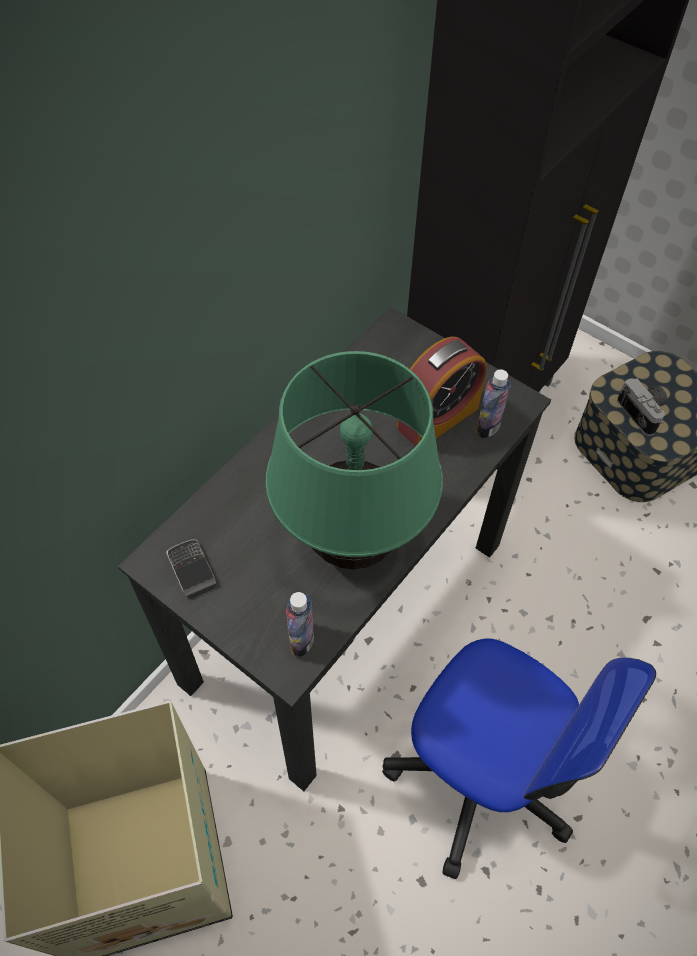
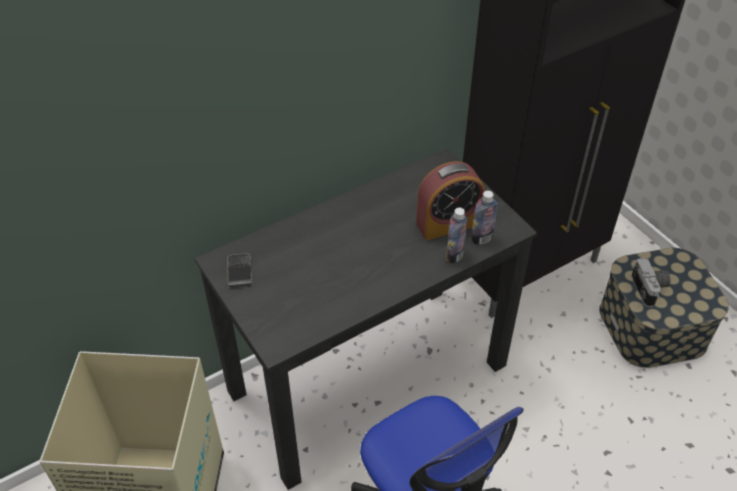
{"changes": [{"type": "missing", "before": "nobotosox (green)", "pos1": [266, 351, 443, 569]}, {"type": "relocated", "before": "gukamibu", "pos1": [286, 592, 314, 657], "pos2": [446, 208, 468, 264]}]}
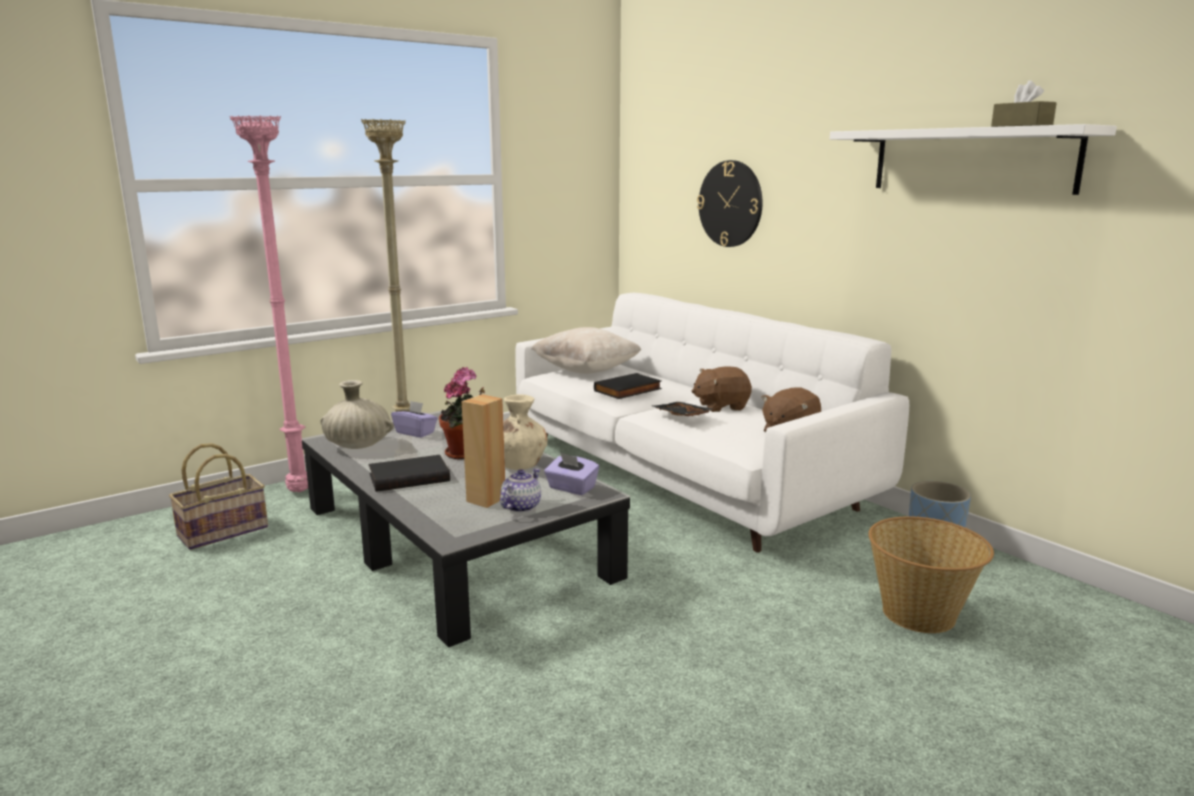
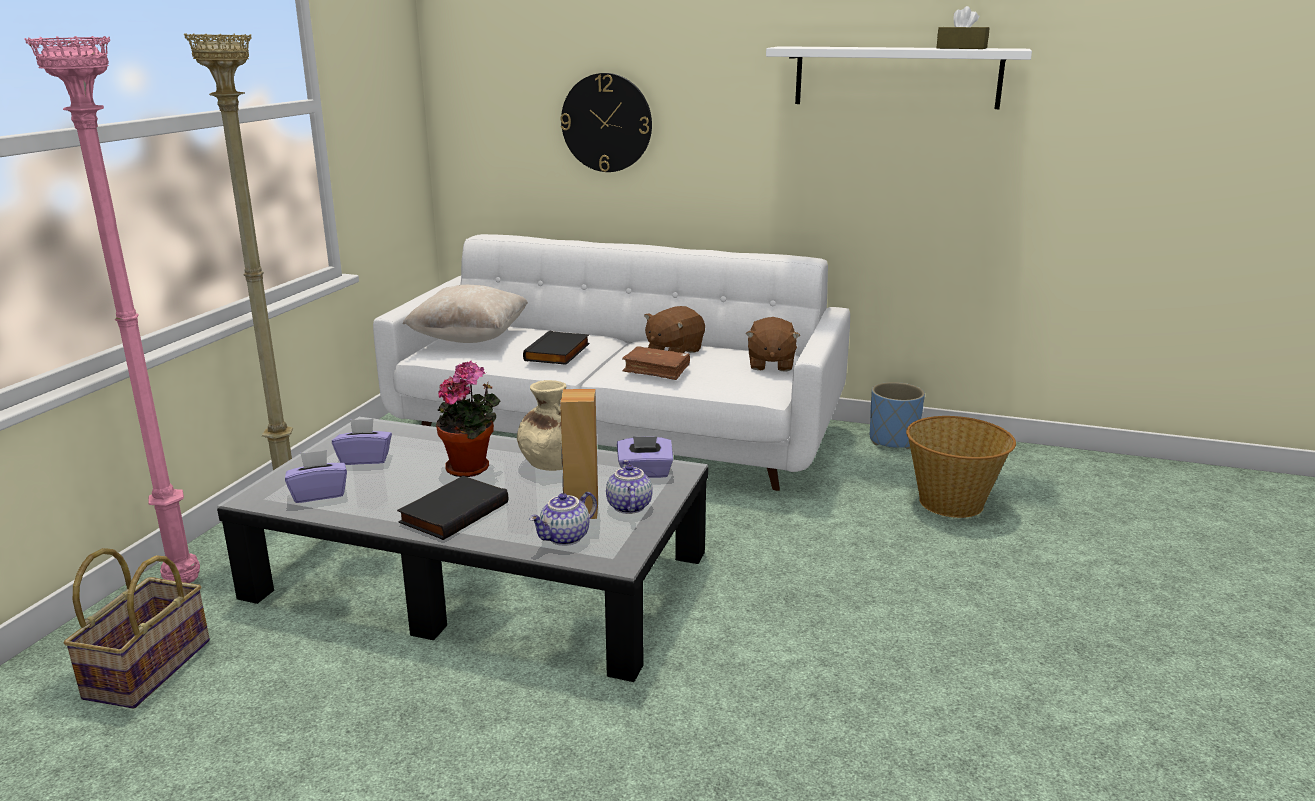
{"changes": [{"type": "exchanged", "before": "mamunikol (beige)", "after": "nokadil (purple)", "pos1": [321, 380, 394, 449], "pos2": [285, 450, 347, 503]}, {"type": "exchanged", "before": "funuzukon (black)", "after": "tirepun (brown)", "pos1": [653, 402, 713, 416], "pos2": [622, 346, 690, 380]}, {"type": "appeared", "after": "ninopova", "pos2": [529, 492, 597, 546]}]}
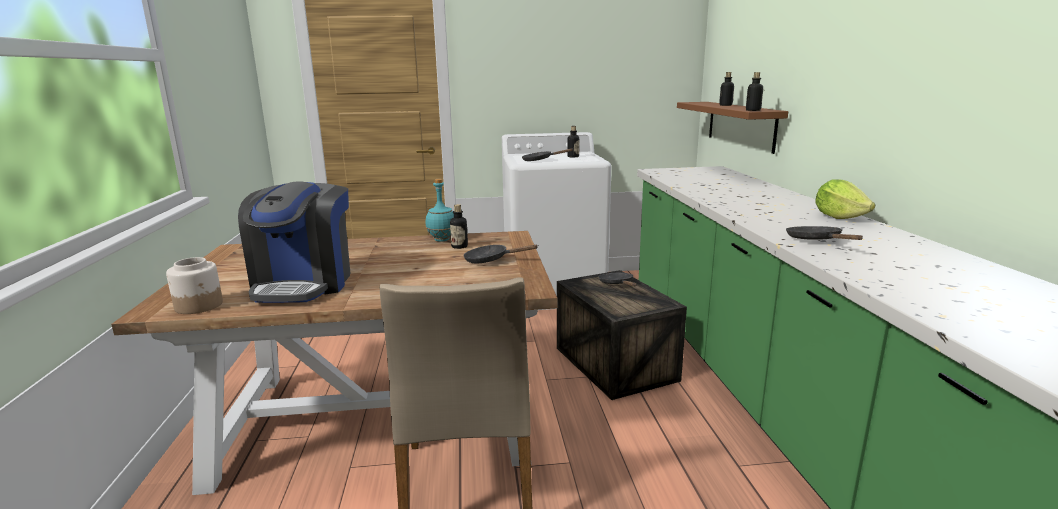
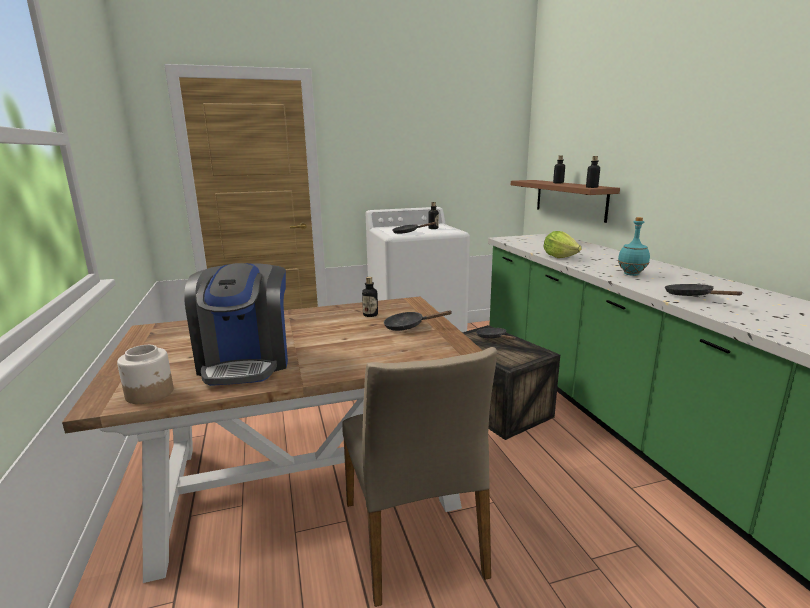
{"changes": [{"type": "relocated", "before": "gukamibu (turquoise)", "pos1": [426, 179, 454, 242], "pos2": [618, 217, 650, 276]}, {"type": "relocated", "before": "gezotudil", "pos1": [815, 179, 875, 219], "pos2": [544, 231, 582, 258]}]}
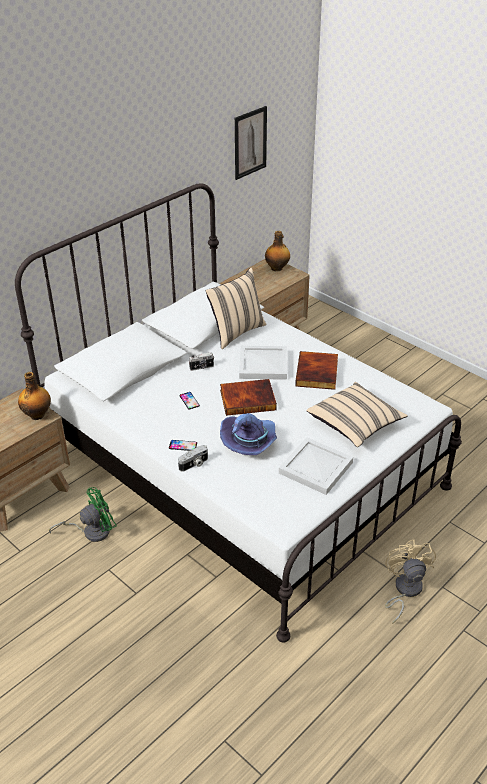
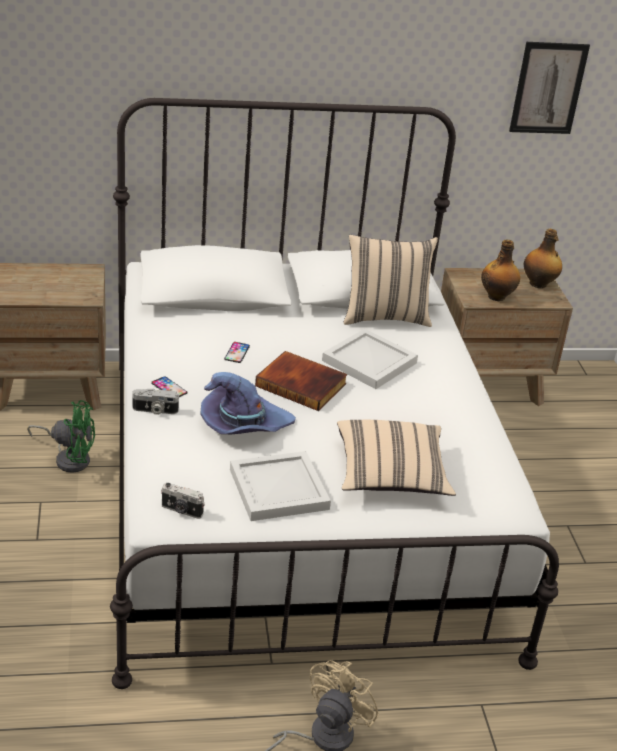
{"changes": [{"type": "missing", "before": "tirepun", "pos1": [295, 351, 338, 390]}, {"type": "relocated", "before": "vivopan", "pos1": [188, 352, 214, 371], "pos2": [161, 483, 205, 519]}, {"type": "relocated", "before": "gukamibu", "pos1": [18, 372, 51, 420], "pos2": [481, 239, 520, 301]}]}
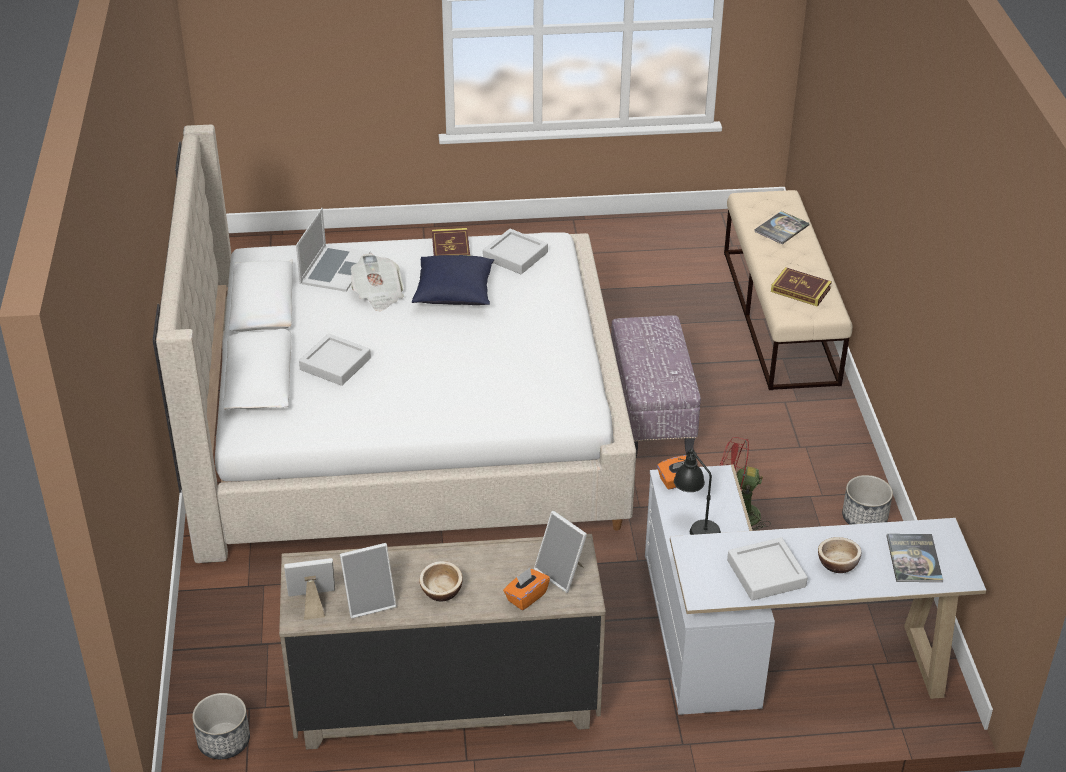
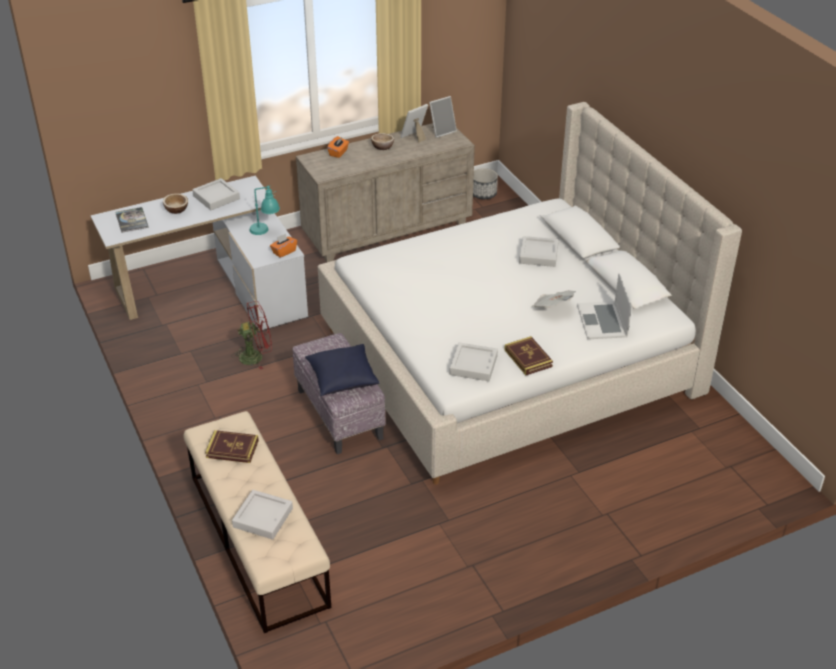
{"changes": [{"type": "exchanged", "before": "tirepun", "after": "funuzukon (grey)", "pos1": [754, 211, 810, 244], "pos2": [232, 490, 293, 540]}, {"type": "relocated", "before": "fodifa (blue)", "pos1": [412, 255, 494, 305], "pos2": [305, 344, 380, 396]}, {"type": "colour", "before": "nobotosox (black)", "after": "nobotosox (turquoise)", "pos1": [674, 449, 721, 535], "pos2": [249, 185, 280, 235]}, {"type": "missing", "before": "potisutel", "pos1": [842, 475, 893, 525]}, {"type": "missing", "before": "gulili", "pos1": [534, 511, 587, 593]}]}
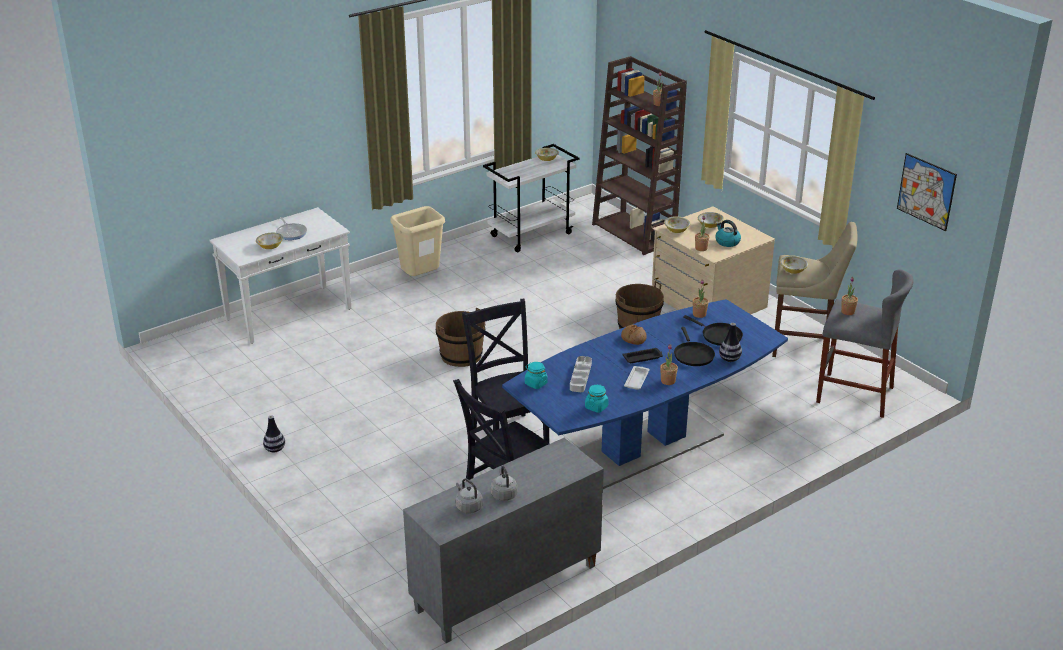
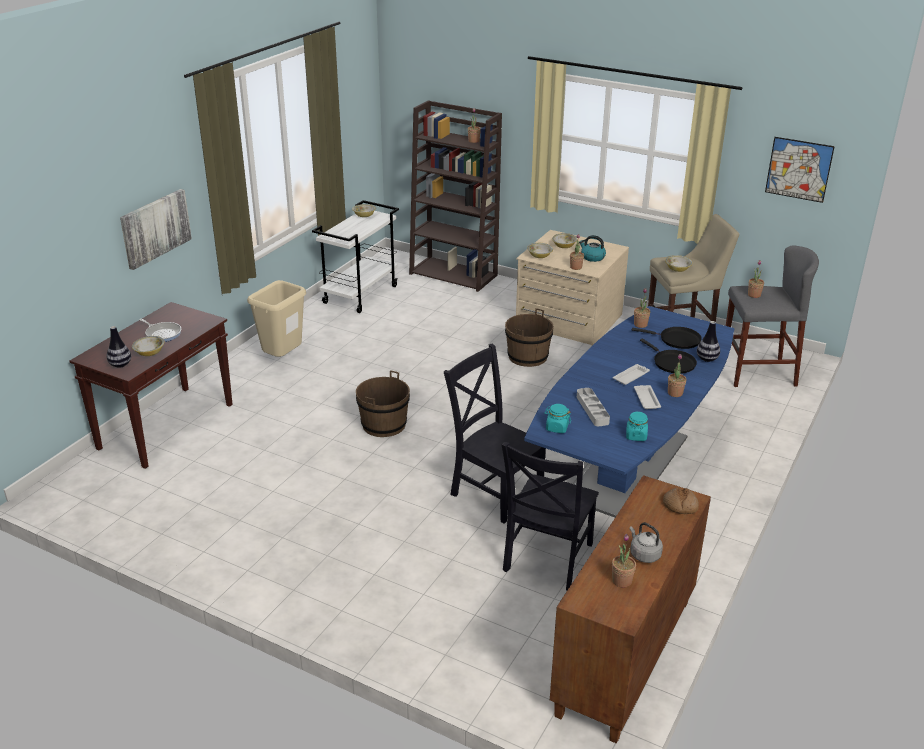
{"changes": [{"type": "colour", "before": "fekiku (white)", "after": "fekiku (brown)", "pos1": [209, 207, 351, 344], "pos2": [69, 302, 233, 469]}, {"type": "relocated", "before": "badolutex", "pos1": [621, 324, 647, 345], "pos2": [663, 488, 699, 514]}, {"type": "colour", "before": "funuzukon (black)", "after": "funuzukon (white)", "pos1": [622, 348, 663, 363], "pos2": [613, 364, 650, 385]}, {"type": "relocated", "before": "mamunikol", "pos1": [263, 415, 285, 452], "pos2": [107, 326, 131, 368]}, {"type": "colour", "before": "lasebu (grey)", "after": "lasebu (brown)", "pos1": [403, 438, 604, 643], "pos2": [550, 475, 711, 744]}, {"type": "exchanged", "before": "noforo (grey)", "after": "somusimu", "pos1": [455, 478, 483, 514], "pos2": [612, 534, 636, 588]}, {"type": "appeared", "after": "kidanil", "pos2": [120, 189, 192, 270]}]}
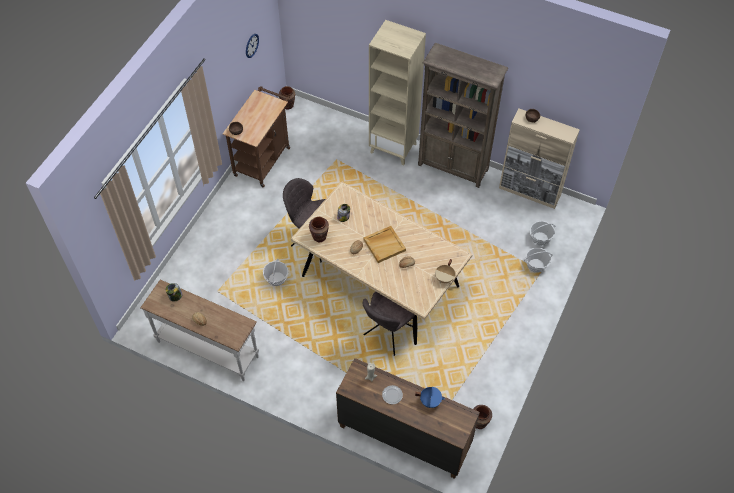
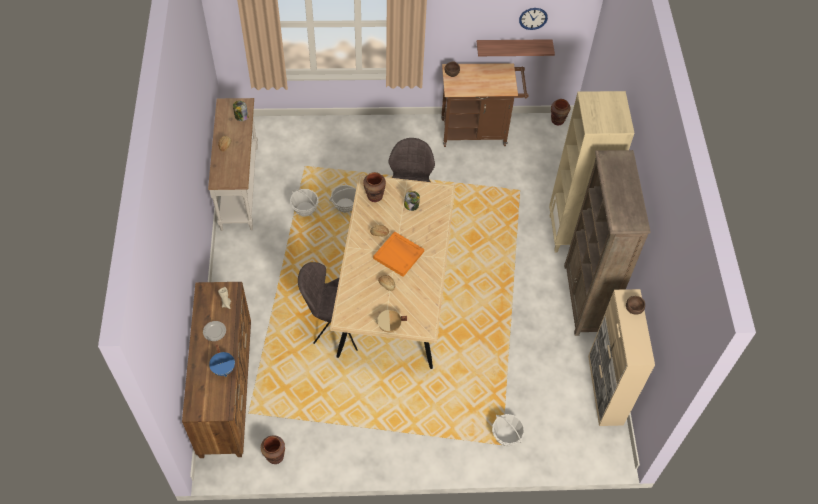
{"changes": [{"type": "relocated", "before": "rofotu", "pos1": [530, 221, 555, 246], "pos2": [290, 189, 319, 217]}, {"type": "colour", "before": "funuzukon (beige)", "after": "funuzukon (orange)", "pos1": [364, 226, 406, 263], "pos2": [373, 231, 424, 277]}, {"type": "appeared", "after": "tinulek", "pos2": [477, 39, 555, 56]}]}
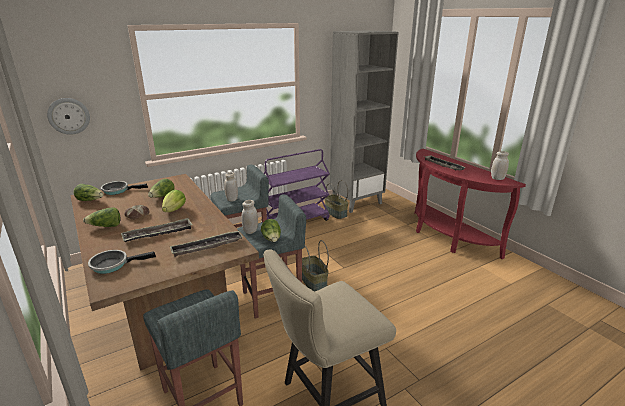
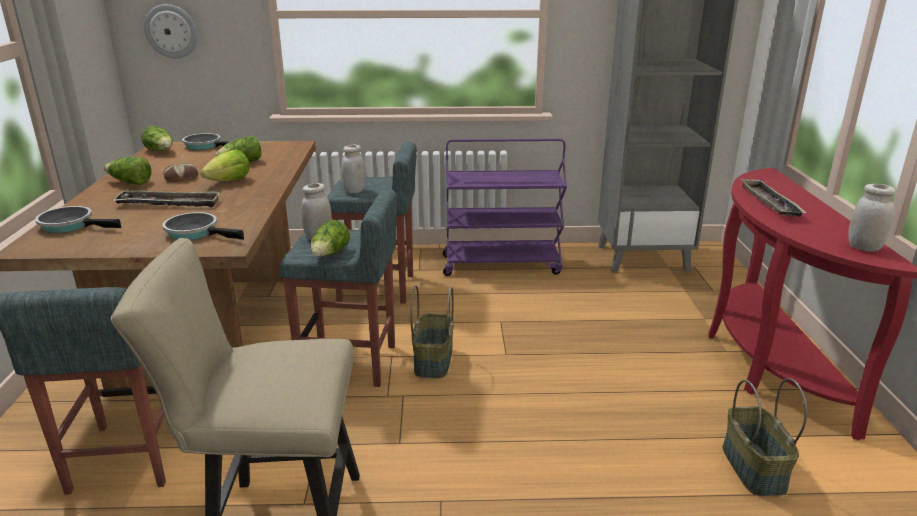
{"changes": [{"type": "relocated", "before": "rofotu", "pos1": [325, 180, 348, 219], "pos2": [722, 378, 807, 496]}, {"type": "exchanged", "before": "funuzukon", "after": "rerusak", "pos1": [170, 230, 243, 257], "pos2": [162, 212, 244, 240]}]}
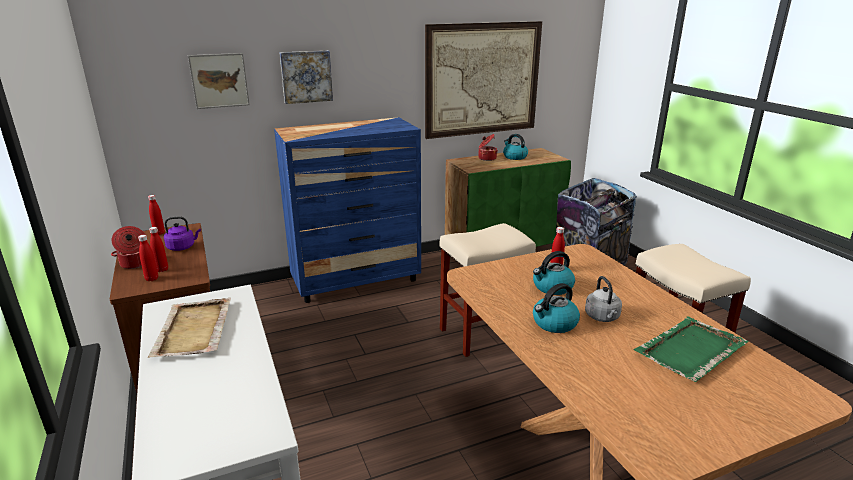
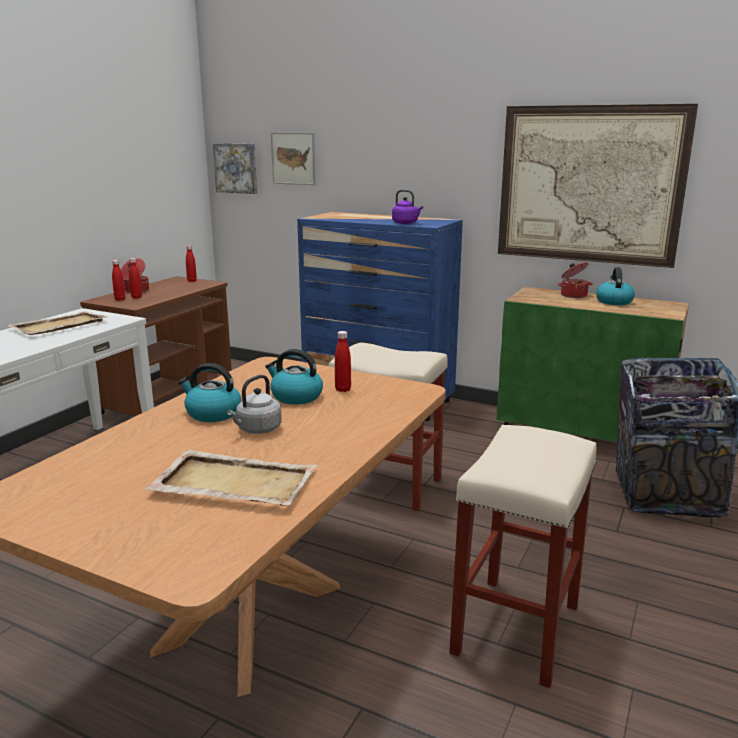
{"changes": [{"type": "relocated", "before": "kidanil", "pos1": [279, 50, 333, 104], "pos2": [213, 143, 257, 194]}, {"type": "relocated", "before": "noforo (purple)", "pos1": [164, 216, 201, 251], "pos2": [392, 190, 423, 224]}, {"type": "colour", "before": "funuzukon (green)", "after": "funuzukon (beige)", "pos1": [633, 317, 749, 382], "pos2": [145, 450, 317, 506]}]}
